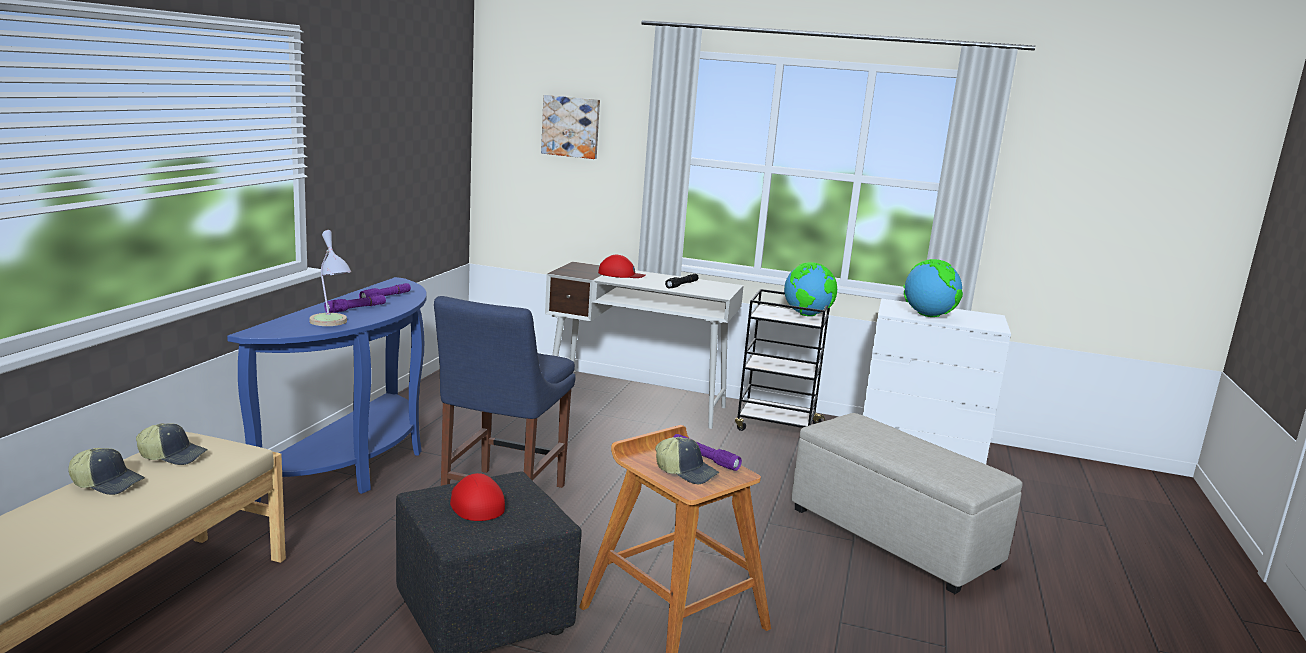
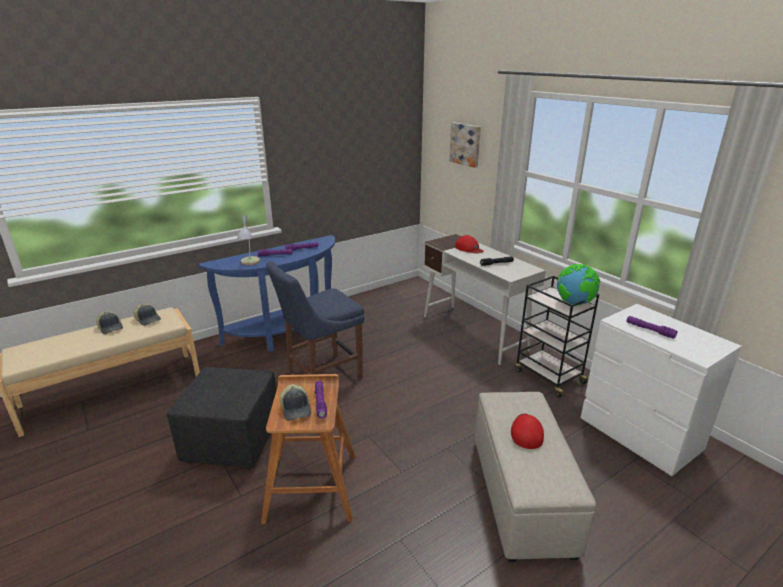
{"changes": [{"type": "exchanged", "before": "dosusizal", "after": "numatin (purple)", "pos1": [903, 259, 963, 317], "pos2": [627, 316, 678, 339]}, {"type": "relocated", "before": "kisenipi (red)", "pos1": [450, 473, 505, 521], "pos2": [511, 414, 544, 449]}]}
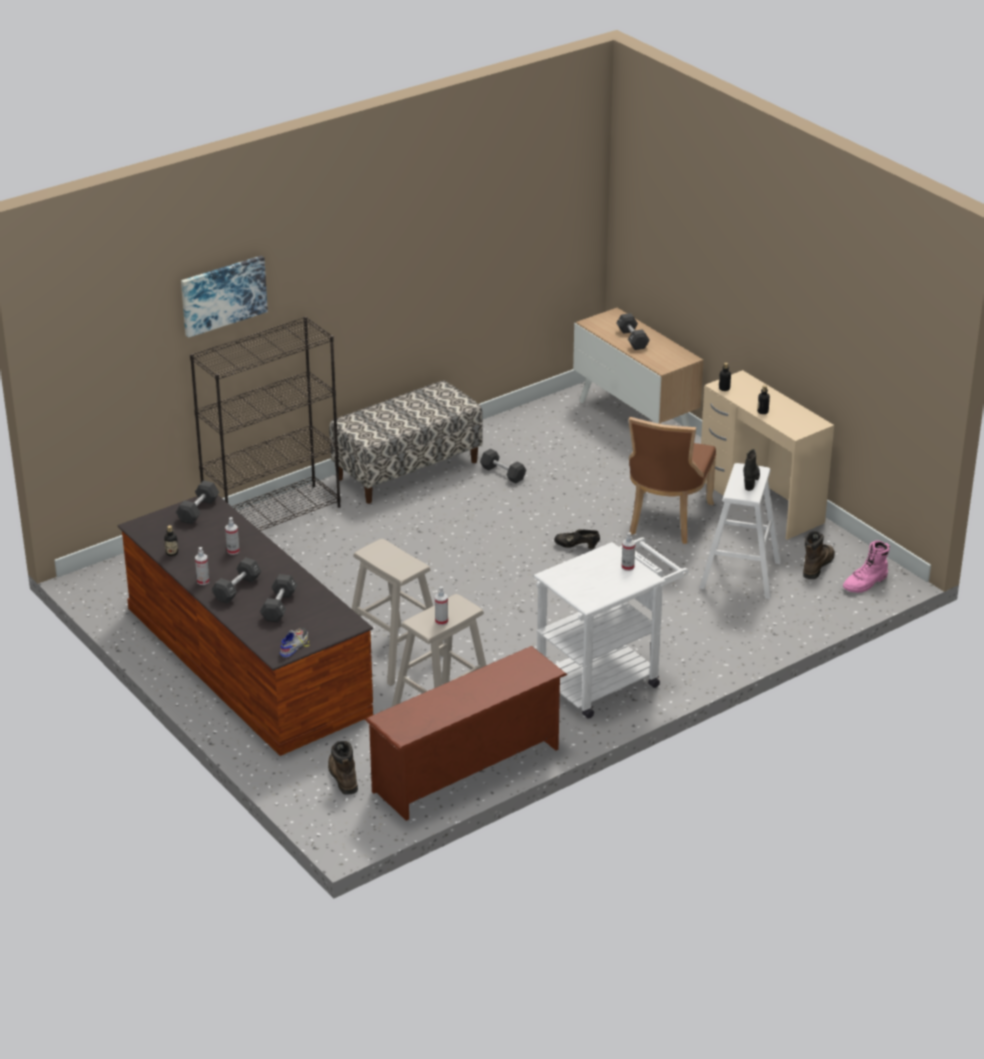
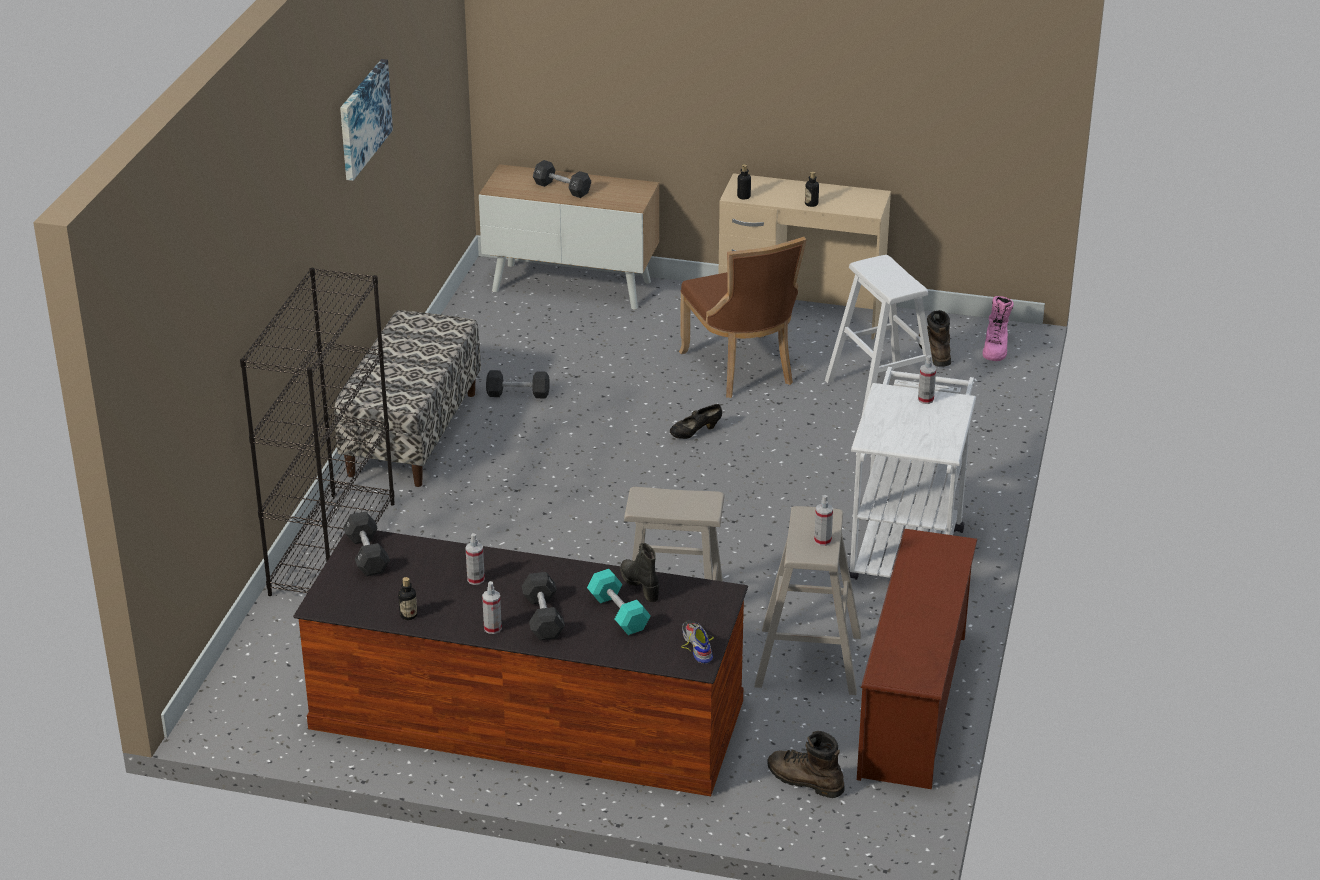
{"changes": [{"type": "relocated", "before": "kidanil", "pos1": [181, 255, 268, 338], "pos2": [340, 59, 393, 181]}, {"type": "relocated", "before": "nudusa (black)", "pos1": [743, 449, 760, 491], "pos2": [620, 543, 659, 602]}, {"type": "colour", "before": "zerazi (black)", "after": "zerazi (turquoise)", "pos1": [260, 574, 297, 622], "pos2": [587, 569, 651, 635]}]}
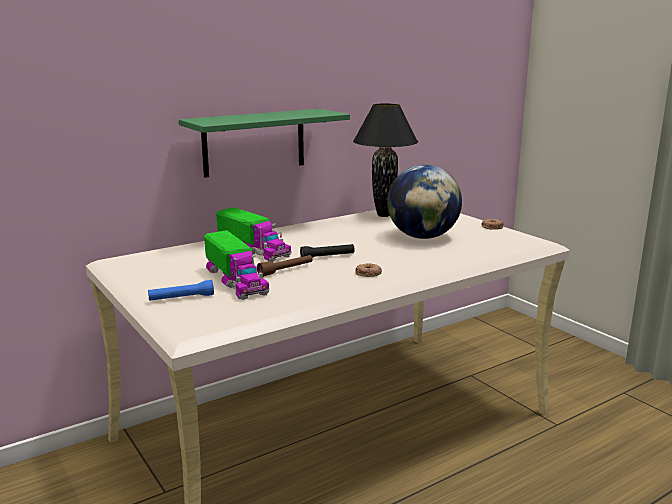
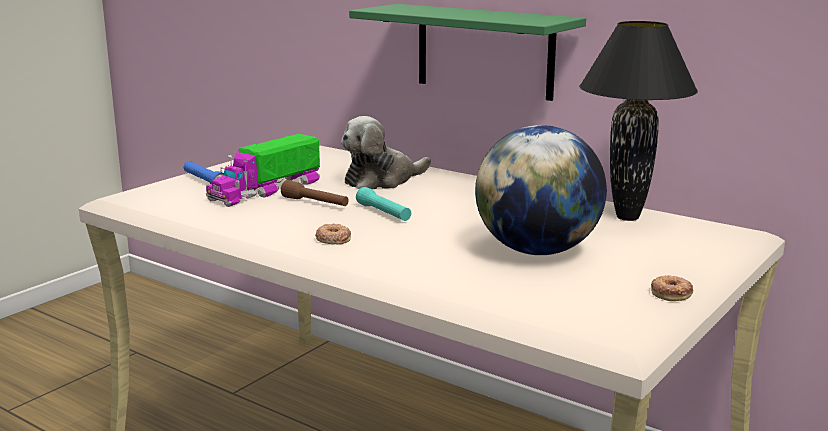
{"changes": [{"type": "exchanged", "before": "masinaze", "after": "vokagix", "pos1": [216, 207, 291, 262], "pos2": [341, 116, 431, 189]}, {"type": "colour", "before": "numatin (black)", "after": "numatin (turquoise)", "pos1": [300, 244, 355, 258], "pos2": [356, 187, 411, 221]}]}
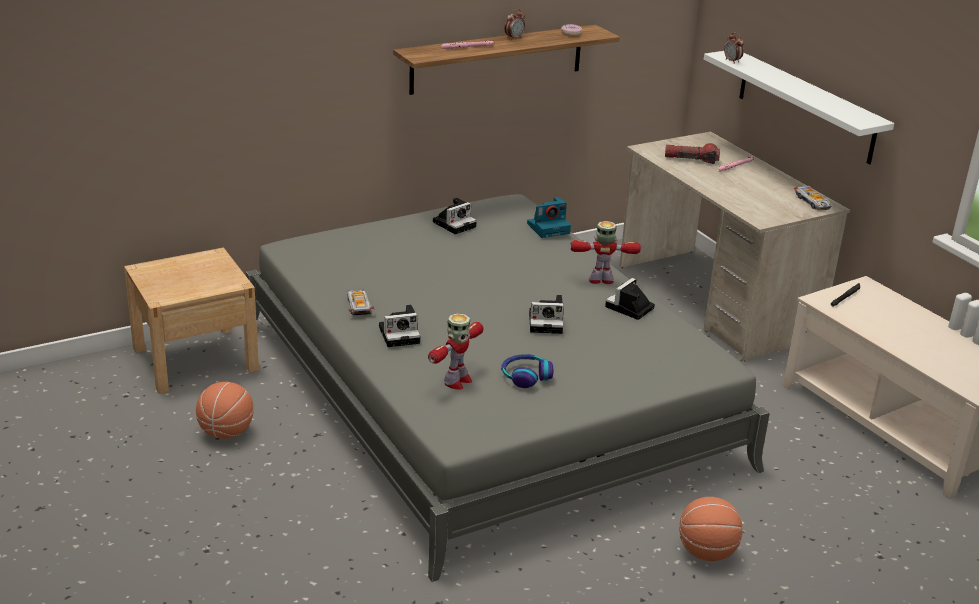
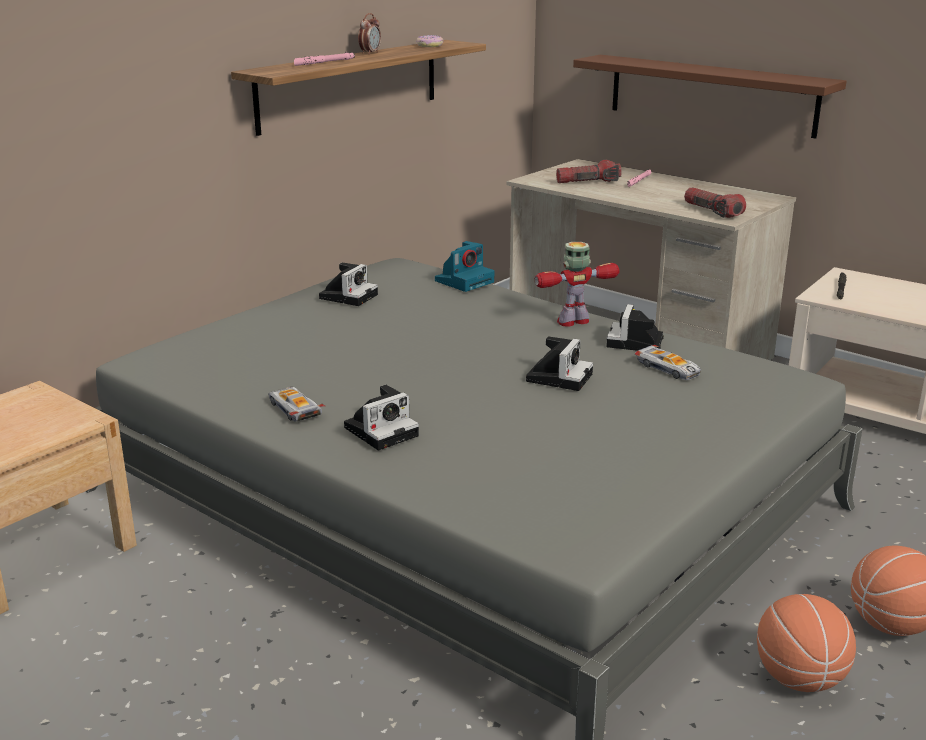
{"changes": [{"type": "missing", "before": "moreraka", "pos1": [724, 32, 744, 64]}, {"type": "colour", "before": "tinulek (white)", "after": "tinulek (brown)", "pos1": [704, 51, 894, 165], "pos2": [573, 55, 847, 138]}, {"type": "relocated", "before": "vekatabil", "pos1": [794, 186, 831, 211], "pos2": [635, 345, 701, 380]}, {"type": "spun", "before": "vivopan", "pos1": [529, 295, 564, 334], "pos2": [526, 336, 593, 391], "turn": -45}, {"type": "missing", "before": "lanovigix", "pos1": [428, 313, 484, 389]}, {"type": "missing", "before": "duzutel", "pos1": [501, 354, 553, 388]}, {"type": "relocated", "before": "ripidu", "pos1": [196, 382, 254, 439], "pos2": [757, 594, 856, 692]}, {"type": "appeared", "after": "numatin", "pos2": [684, 187, 746, 218]}]}
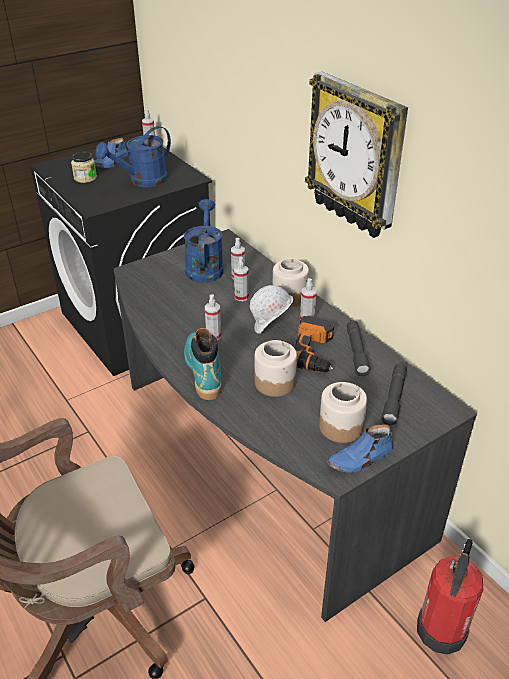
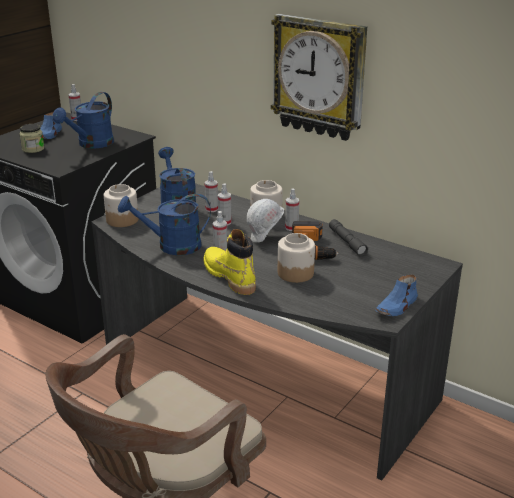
{"changes": [{"type": "colour", "before": "nudusa (turquoise)", "after": "nudusa (yellow)", "pos1": [184, 328, 222, 400], "pos2": [203, 229, 256, 295]}, {"type": "missing", "before": "numatin (grey)", "pos1": [381, 364, 407, 425]}, {"type": "relocated", "before": "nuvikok", "pos1": [319, 382, 367, 443], "pos2": [104, 184, 138, 227]}, {"type": "missing", "before": "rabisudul", "pos1": [417, 539, 483, 654]}, {"type": "appeared", "after": "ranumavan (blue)", "pos2": [118, 194, 211, 255]}]}
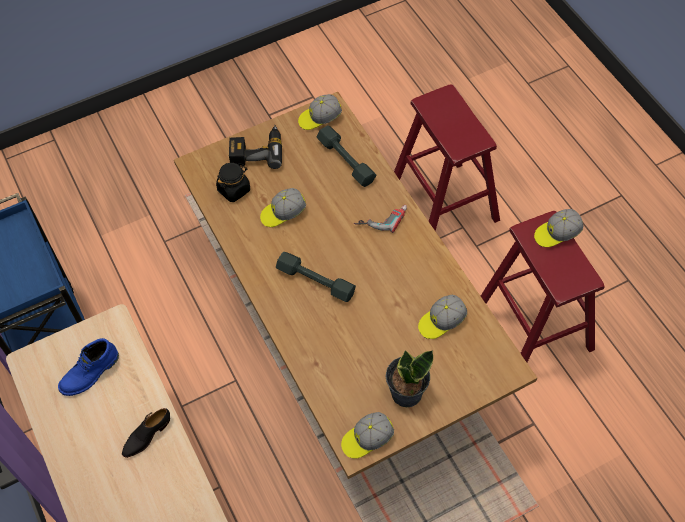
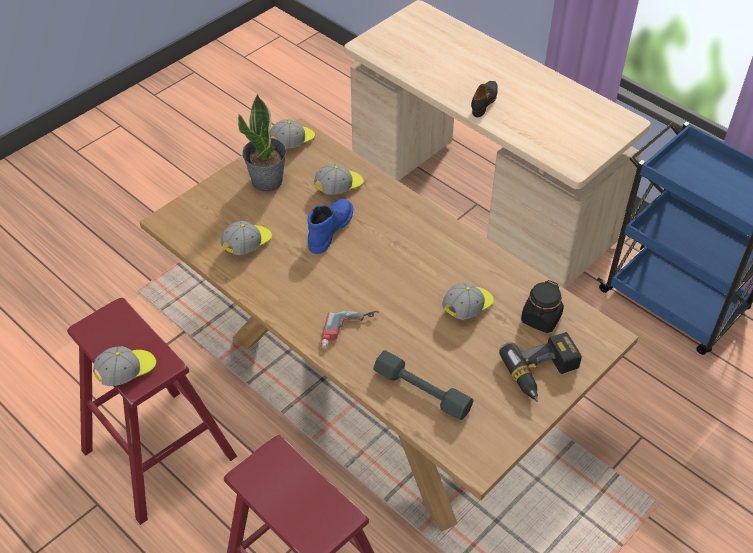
{"changes": [{"type": "relocated", "before": "kisenipi", "pos1": [298, 94, 342, 130], "pos2": [314, 164, 363, 195]}, {"type": "missing", "before": "zerazi (grey)", "pos1": [276, 252, 356, 302]}, {"type": "relocated", "before": "nudusa (blue)", "pos1": [58, 338, 119, 396], "pos2": [308, 199, 353, 254]}]}
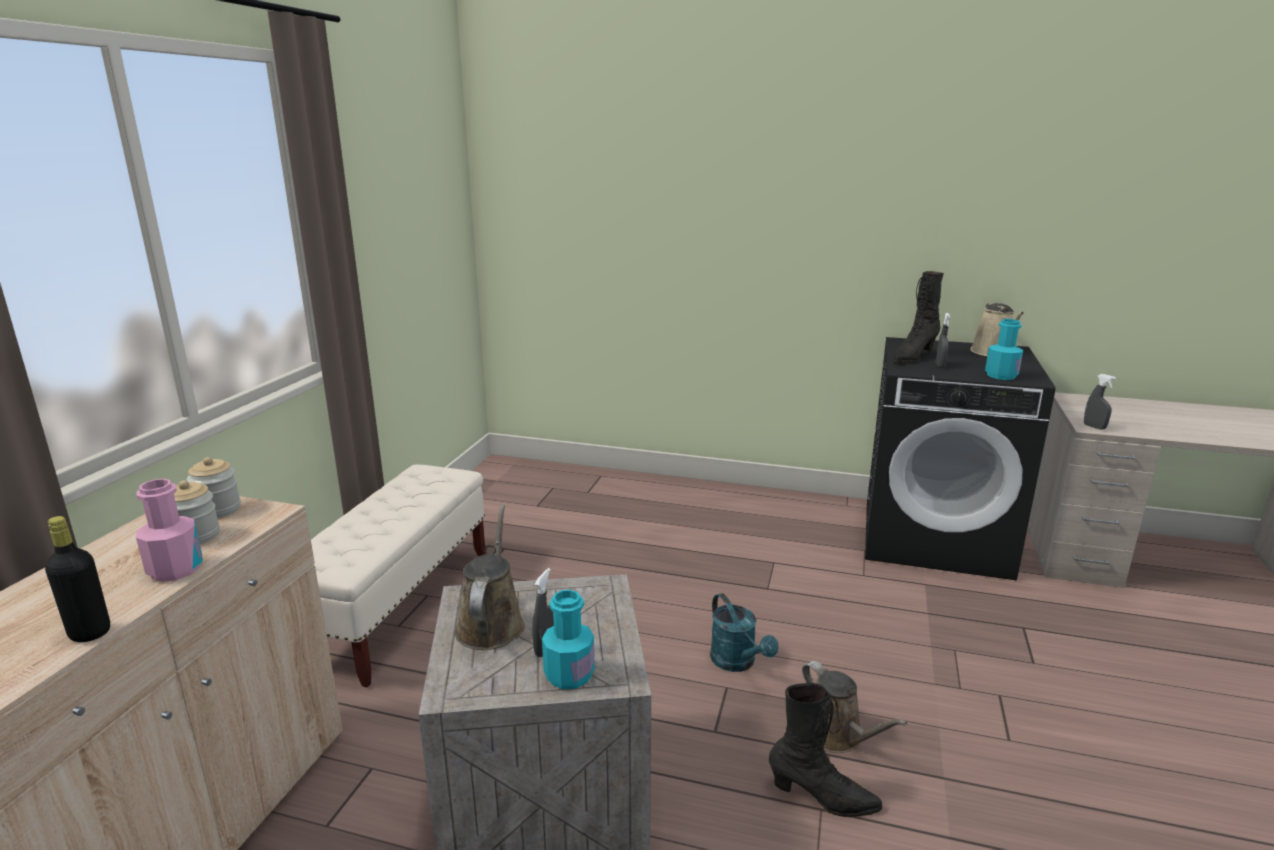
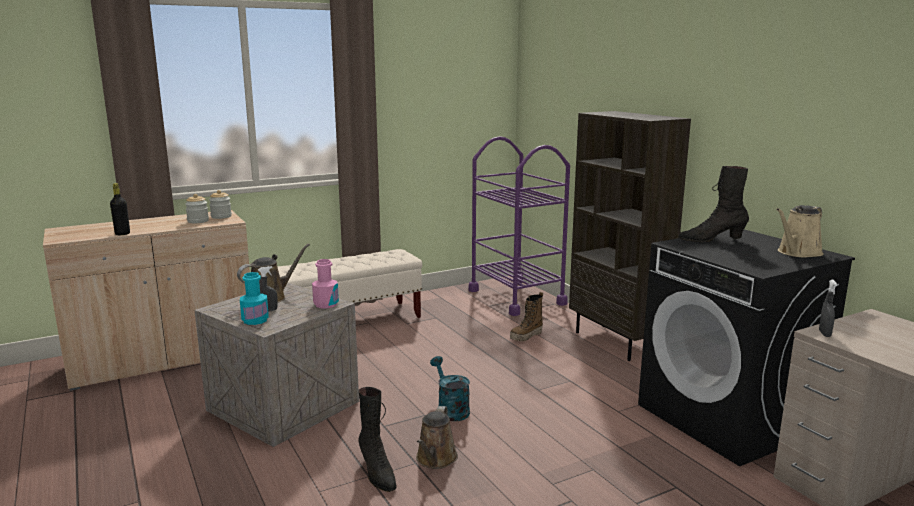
{"changes": [{"type": "missing", "before": "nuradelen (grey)", "pos1": [936, 313, 951, 368]}, {"type": "missing", "before": "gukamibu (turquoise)", "pos1": [985, 319, 1023, 380]}, {"type": "relocated", "before": "gukamibu (pink)", "pos1": [136, 479, 203, 582], "pos2": [312, 259, 339, 308]}, {"type": "spun", "before": "ranumavan (turquoise)", "pos1": [710, 593, 778, 672], "pos2": [430, 356, 470, 421], "turn": 135}, {"type": "appeared", "after": "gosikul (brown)", "pos2": [569, 111, 691, 361]}, {"type": "appeared", "after": "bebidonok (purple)", "pos2": [469, 136, 570, 316]}, {"type": "appeared", "after": "nudusa", "pos2": [510, 292, 543, 342]}]}
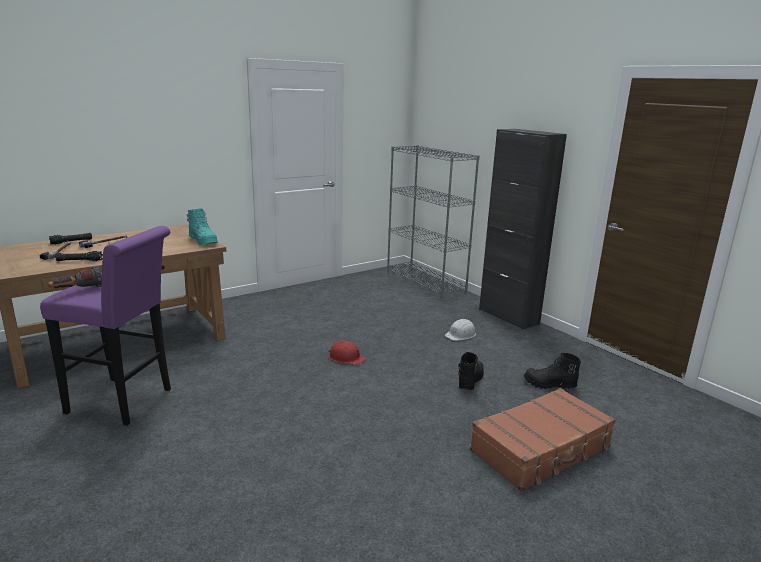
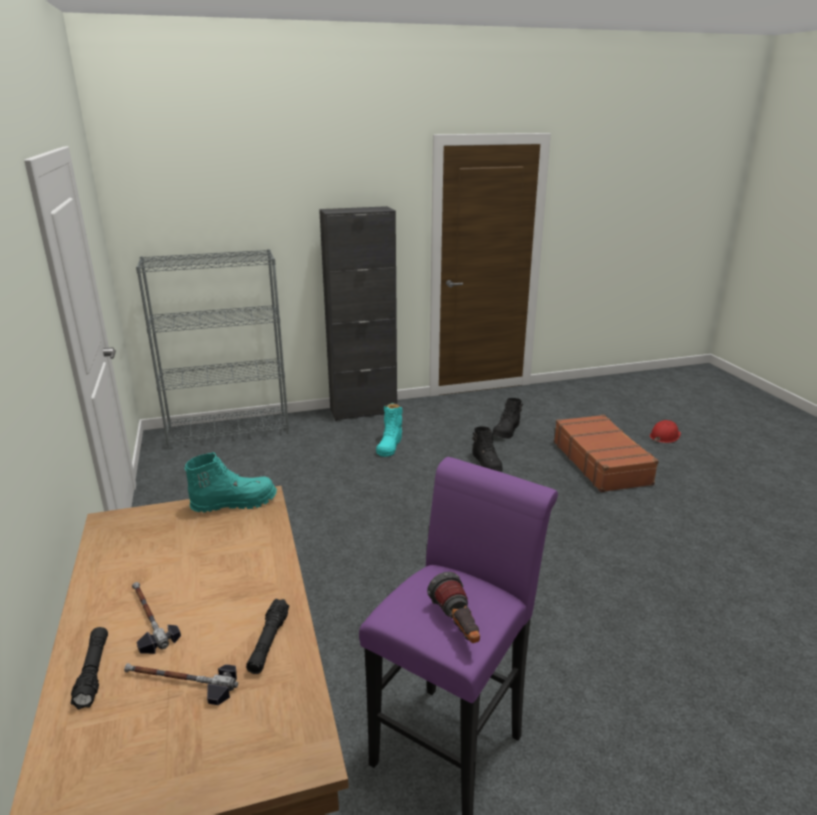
{"changes": [{"type": "exchanged", "before": "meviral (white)", "after": "nudusa (turquoise)", "pos1": [445, 319, 476, 341], "pos2": [376, 403, 403, 457]}, {"type": "relocated", "before": "meviral (red)", "pos1": [328, 340, 366, 365], "pos2": [650, 420, 681, 443]}, {"type": "spun", "before": "nudusa (black)", "pos1": [457, 352, 484, 390], "pos2": [473, 426, 503, 472], "turn": -150}]}
